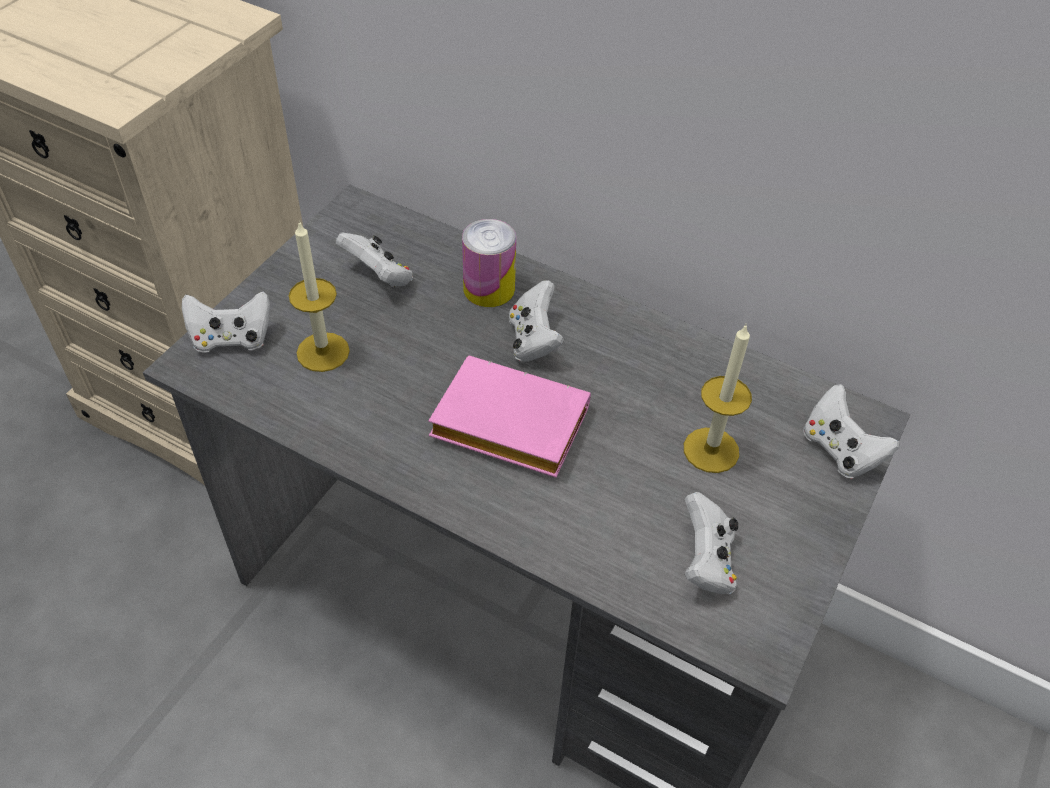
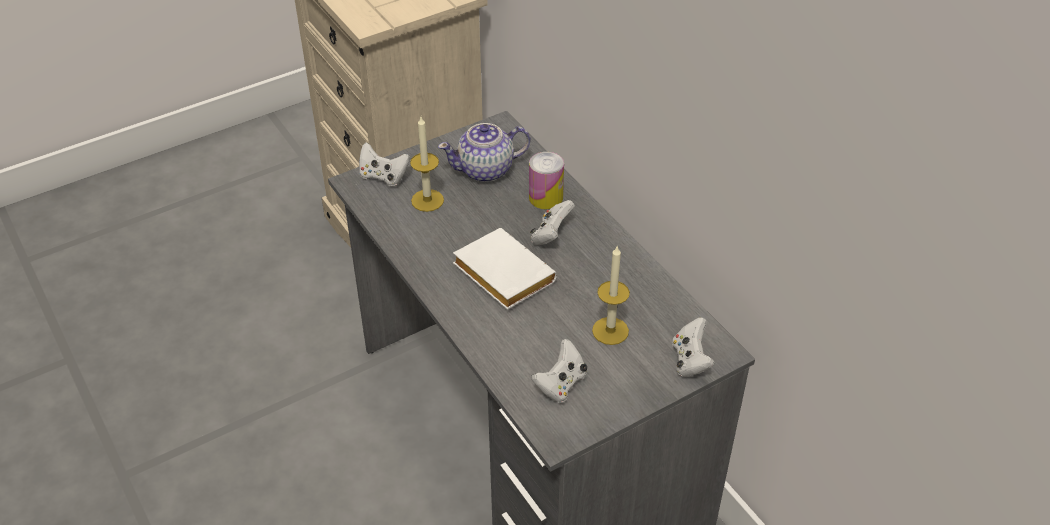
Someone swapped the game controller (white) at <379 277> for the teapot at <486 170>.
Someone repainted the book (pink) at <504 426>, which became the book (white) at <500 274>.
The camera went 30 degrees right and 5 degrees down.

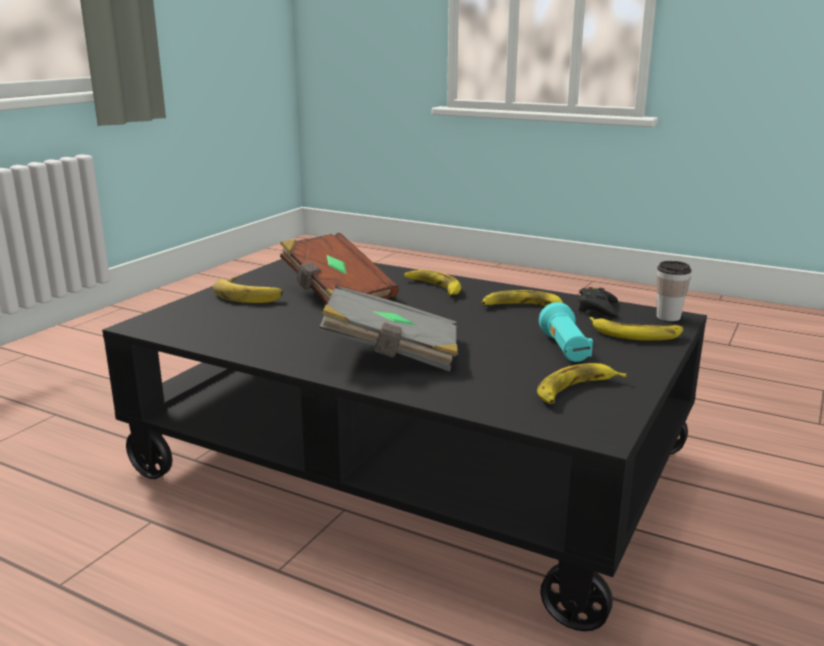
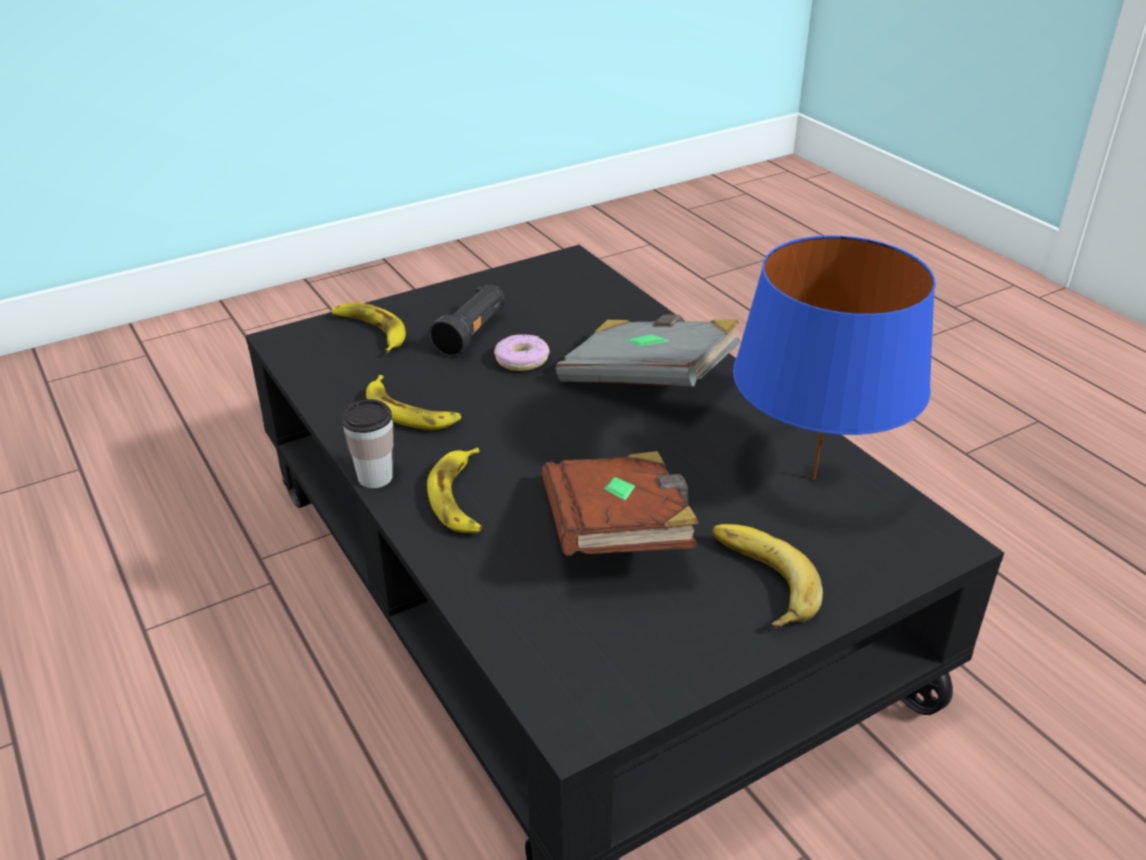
Someone took away the banana at <575 390>.
Someone took away the game controller (black) at <597 308>.
Someone put down the donut at <521 360>.
Someone put down the table lamp (blue) at <813 478>.
Someone carried the cup from <668 317> to <375 477>.
Someone repainted the flashlight (turquoise) at <565 350>, which became the flashlight (black) at <472 334>.
The camera went 150 degrees left and 15 degrees up.

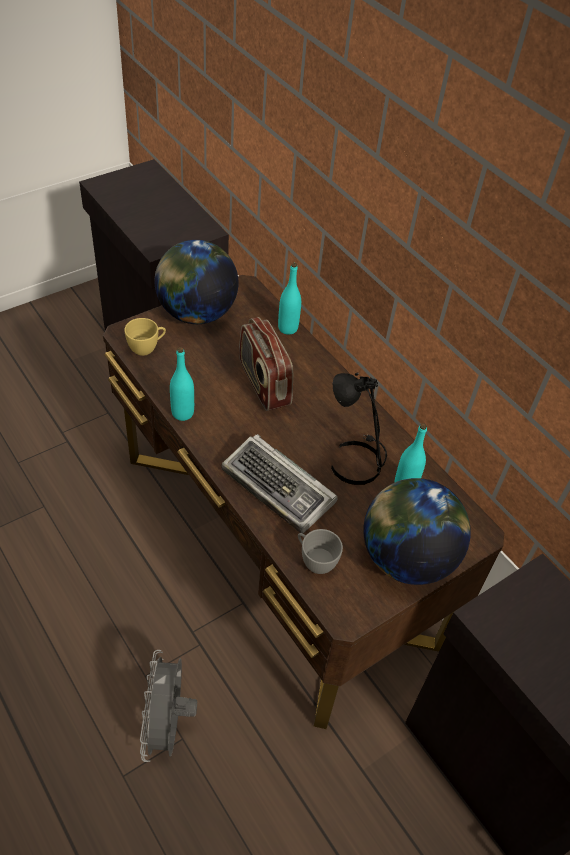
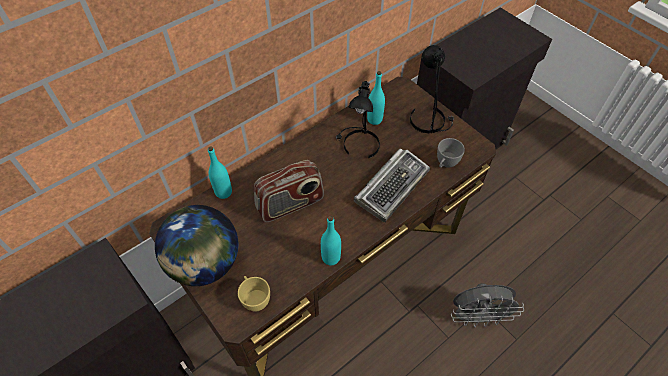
Someone swapped the globe at <406 558> for the table lamp (black) at <429 119>.
The camera went 90 degrees left and 5 degrees up.

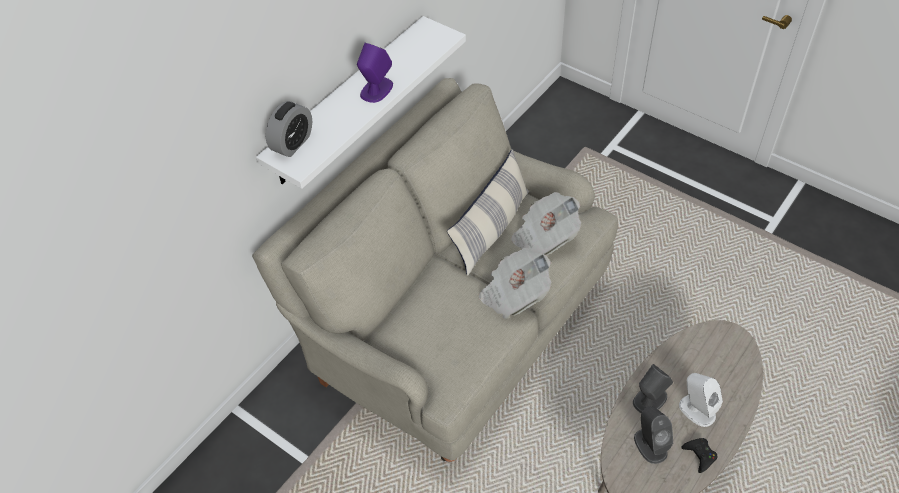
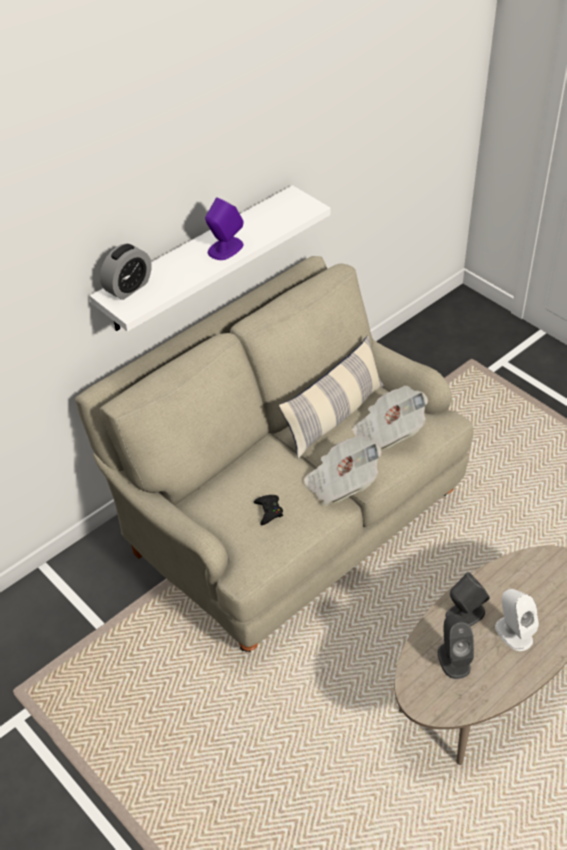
Someone carried the game controller (black) from <700 455> to <269 511>.
The camera went 10 degrees right and 5 degrees down.

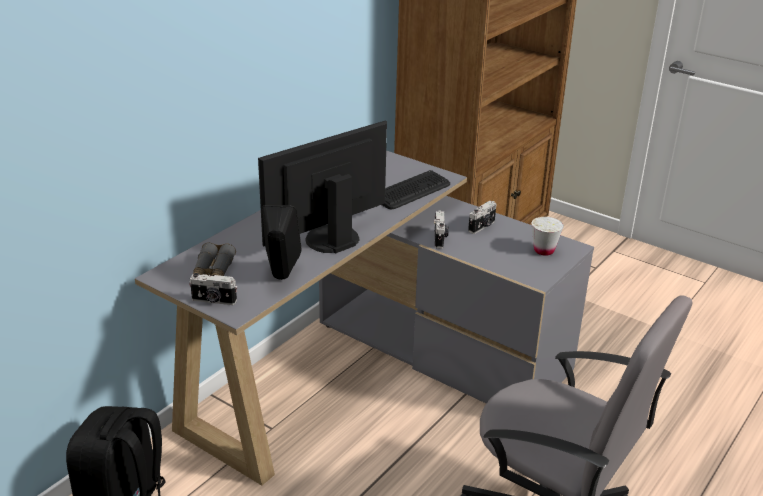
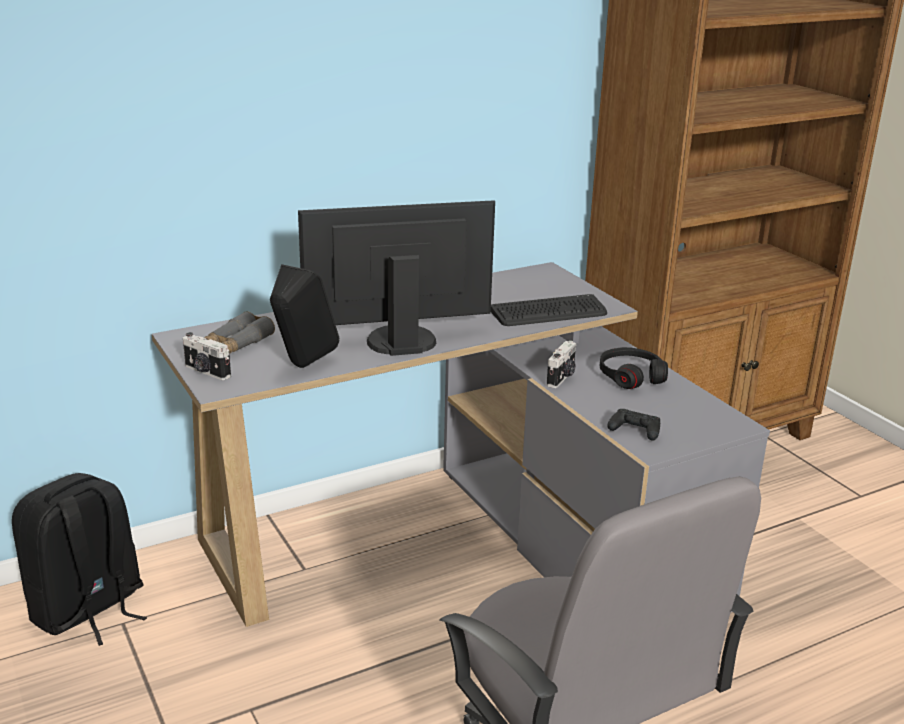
Someone took away the cup (white) at <544 250>.
Someone put down the game controller (black) at <635 430>.
Someone swapped the photo camera at <482 227> for the headphones (black) at <631 376>.
The camera went 25 degrees right and 5 degrees down.

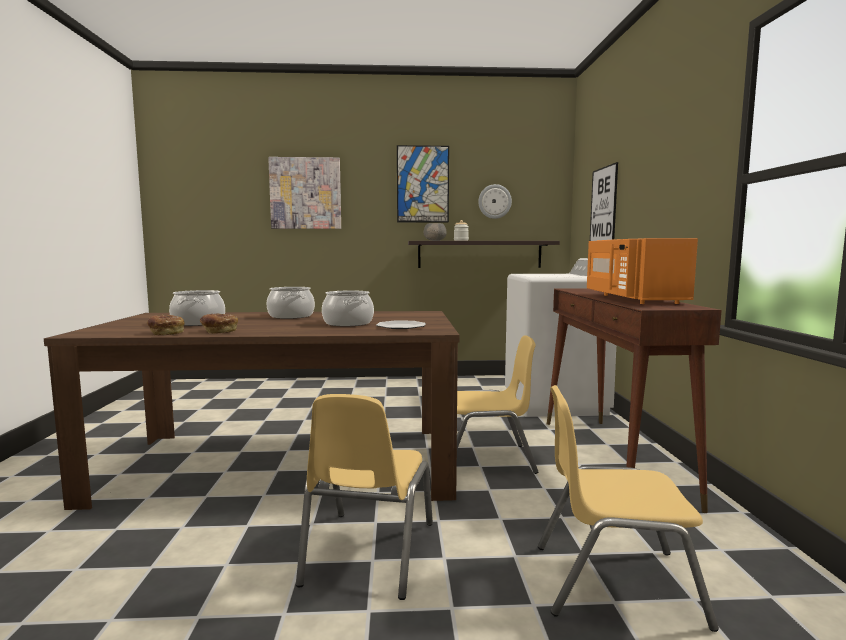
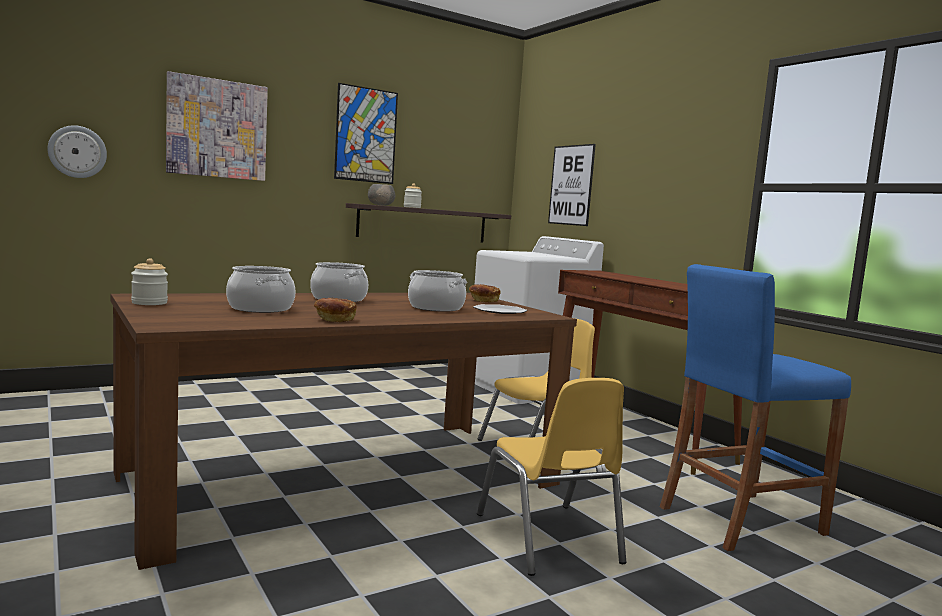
Someone took away the microwave (orange) at <632 299>.
Someone put down the jar at <149 303>.
Someone carried the bread from <166 333> to <483 300>.
Someone carried the wall clock from <494 201> to <77 152>.
Someone swapped the chair (yellow) at <614 582> for the stool (blue) at <740 520>.
The camera went 30 degrees left and 0 degrees up.

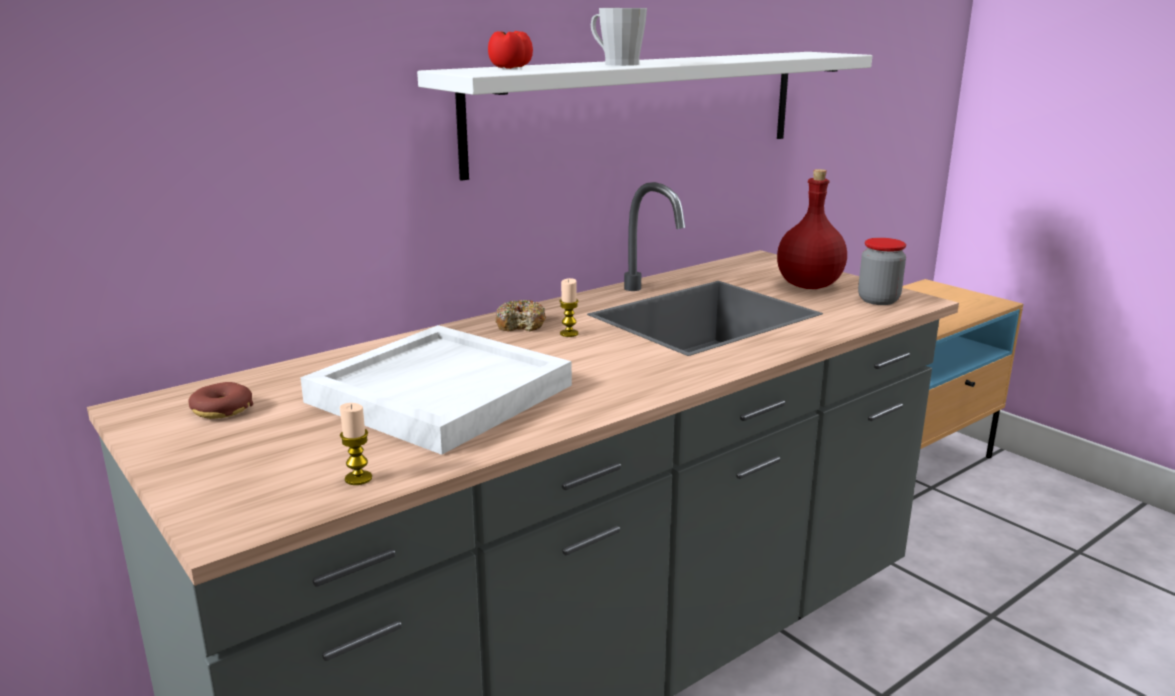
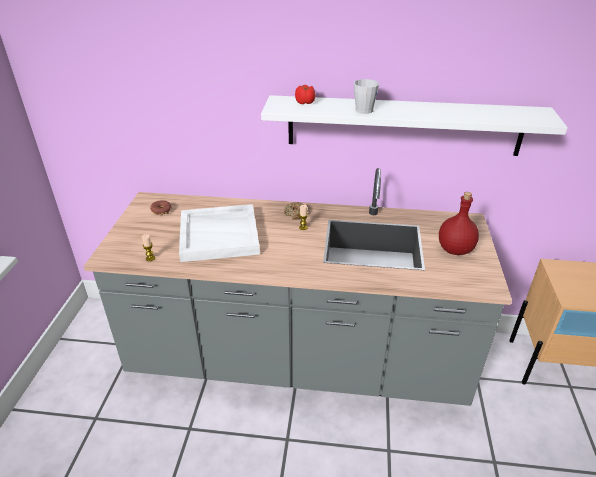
Someone took away the jar at <878 300>.
The camera went 45 degrees right and 15 degrees up.

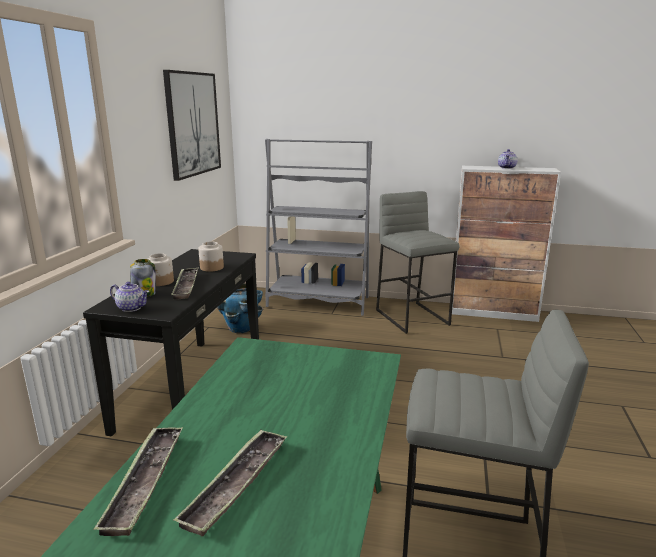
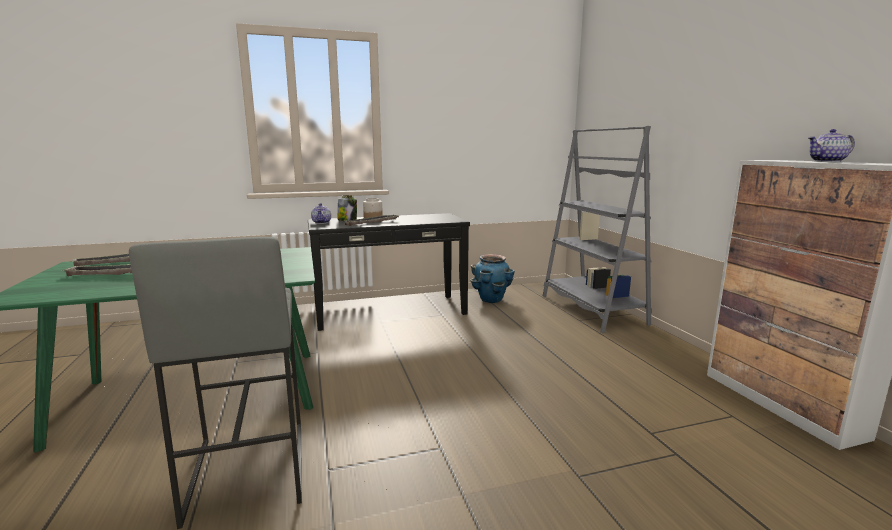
Someone took away the picture at <193 124>.
Someone took away the jar at <211 267>.
Someone took away the stool (grey) at <413 317>.
The camera went 60 degrees right and 5 degrees down.

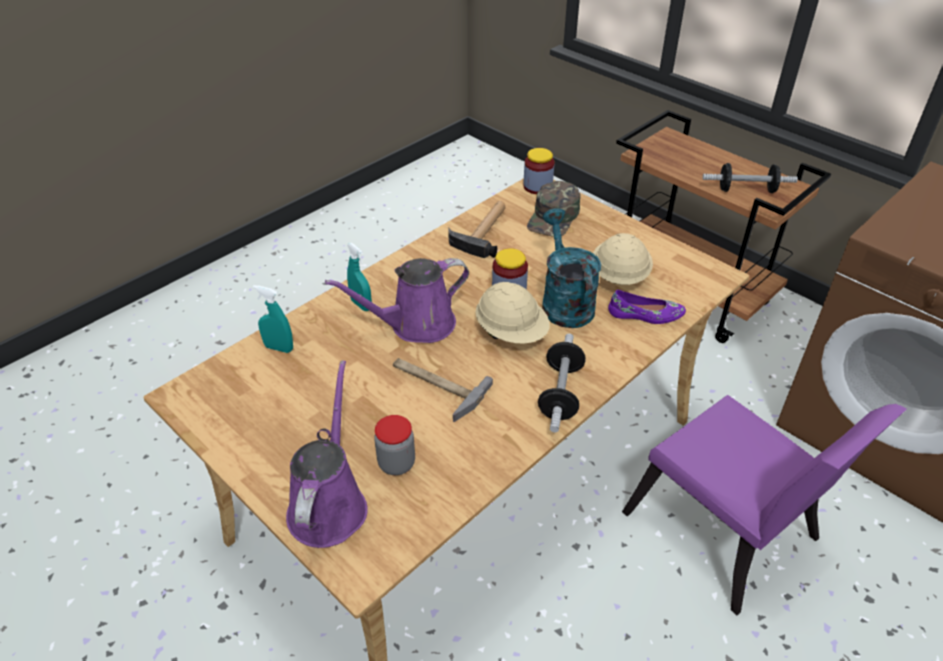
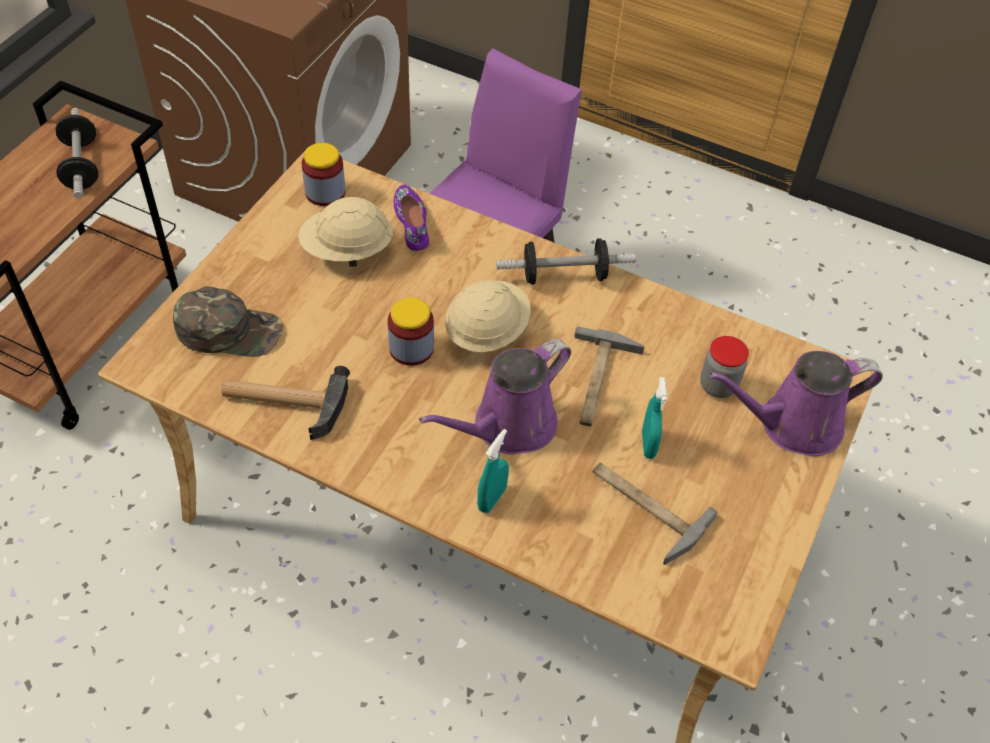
Someone took away the watering can (turquoise) at <564 301>.
Someone put down the hammer at <643 507>.
Someone carried the spray bottle (turquoise) from <279 348> to <648 444>.
Someone carried the jar from <537 186> to <325 192>.
Someone rotated the watering can (purple) at <416 325> by 90 degrees clockwise.
The camera went 110 degrees left and 10 degrees up.

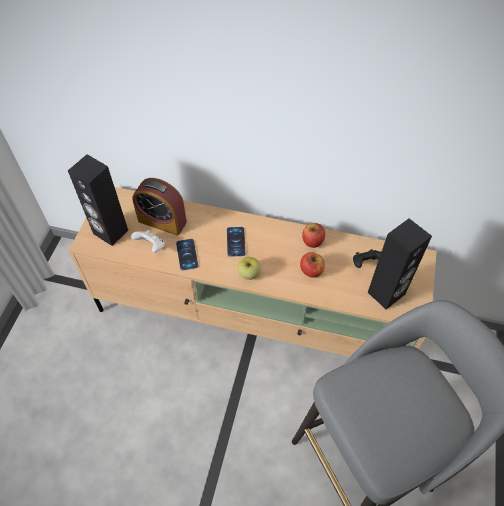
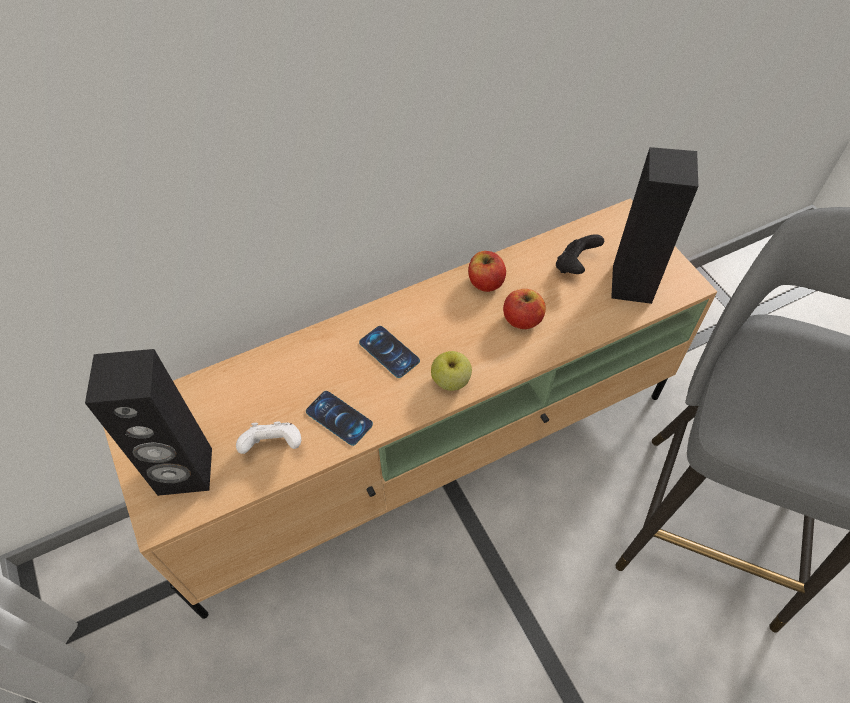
Someone took away the alarm clock at <162 221>.
The camera went 40 degrees left and 0 degrees up.

